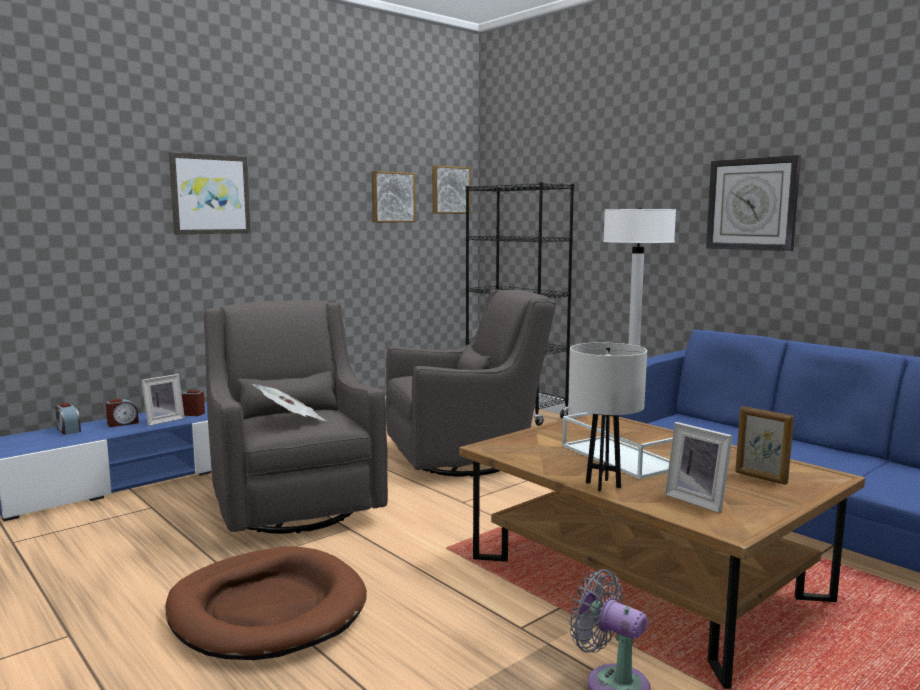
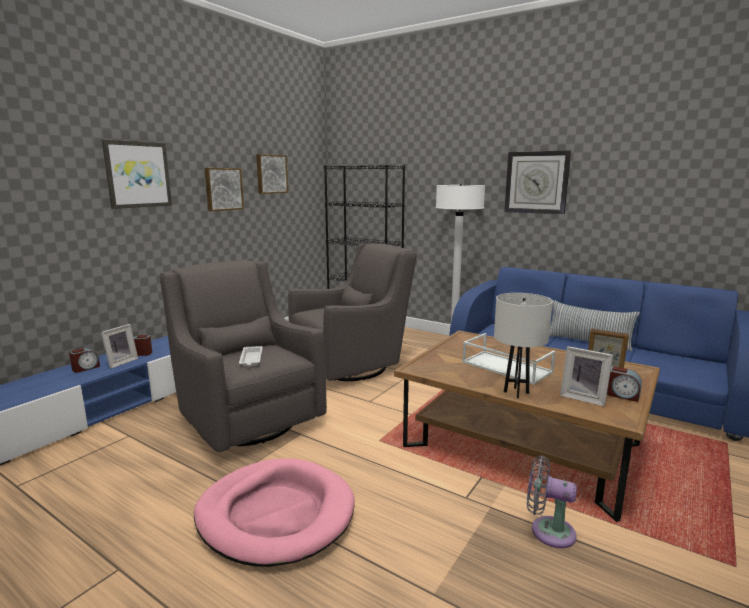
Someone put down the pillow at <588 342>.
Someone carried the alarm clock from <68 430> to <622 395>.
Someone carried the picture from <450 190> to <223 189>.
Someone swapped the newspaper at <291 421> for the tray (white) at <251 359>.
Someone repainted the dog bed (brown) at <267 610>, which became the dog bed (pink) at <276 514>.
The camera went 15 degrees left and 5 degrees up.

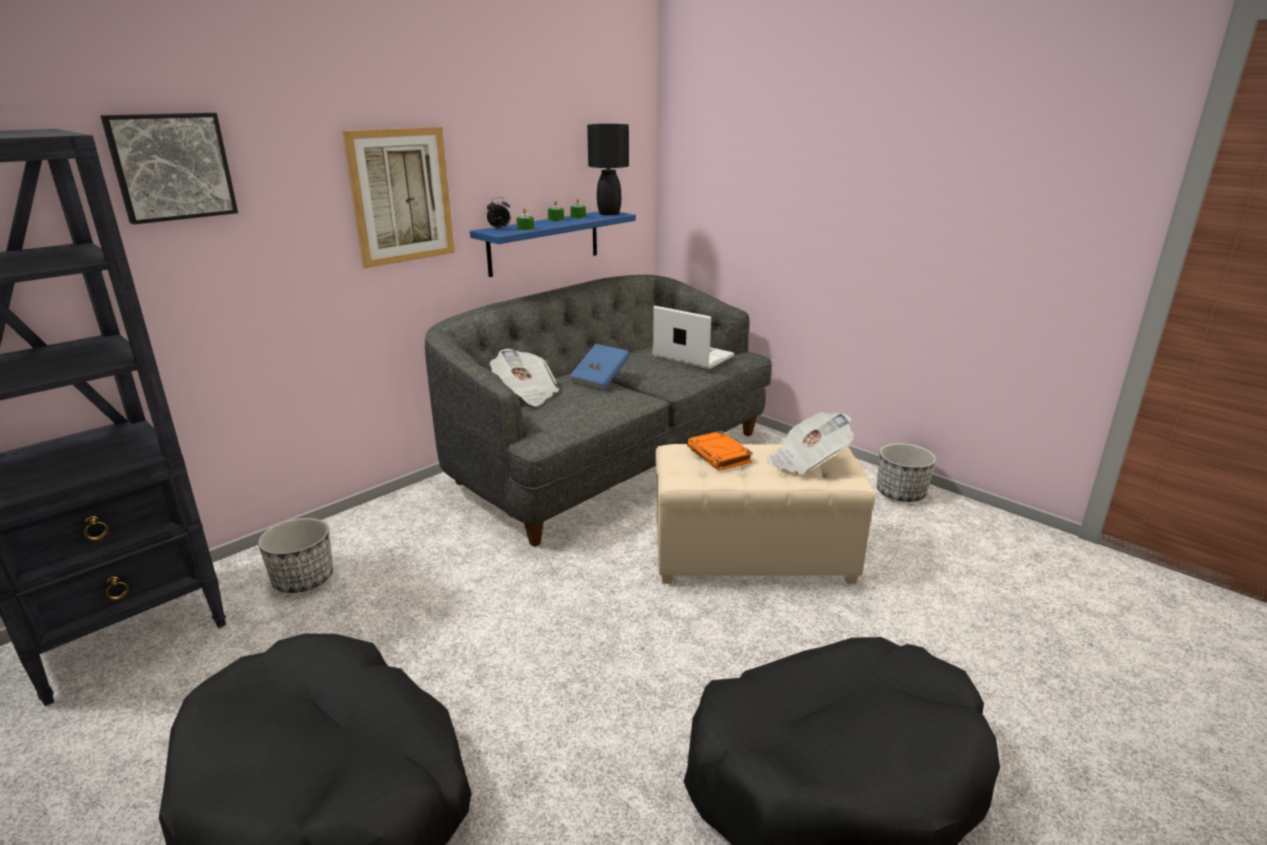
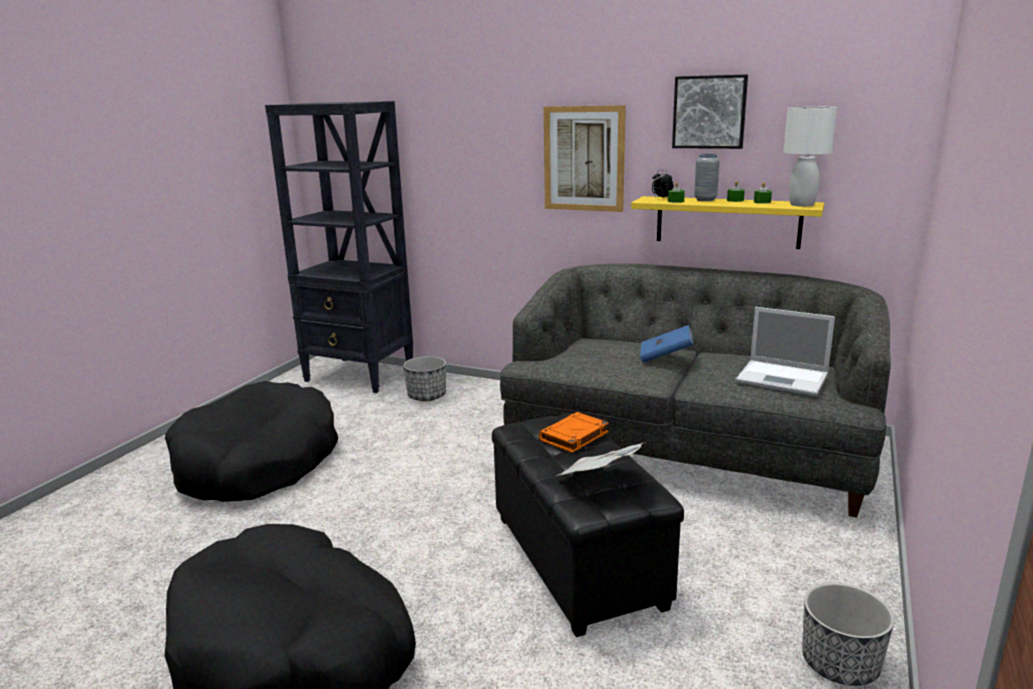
Someone took away the newspaper at <525 394>.
Someone put down the vase (grey) at <705 200>.
Someone carried the picture from <171 167> to <709 112>.
Someone repainted the shelf (blue) at <544 242>, which became the shelf (yellow) at <727 222>.
Someone repainted the table lamp (black) at <608 213>, which became the table lamp (white) at <801 204>.
Someone repainted the ottoman (beige) at <752 558>, which became the ottoman (black) at <578 561>.
Someone rotated the laptop at <691 356> by 105 degrees clockwise.
The camera went 70 degrees right and 5 degrees down.

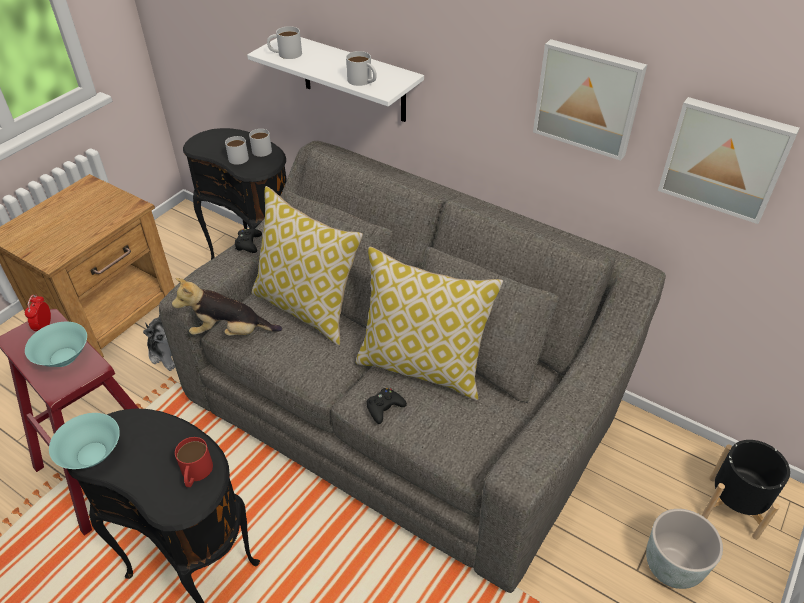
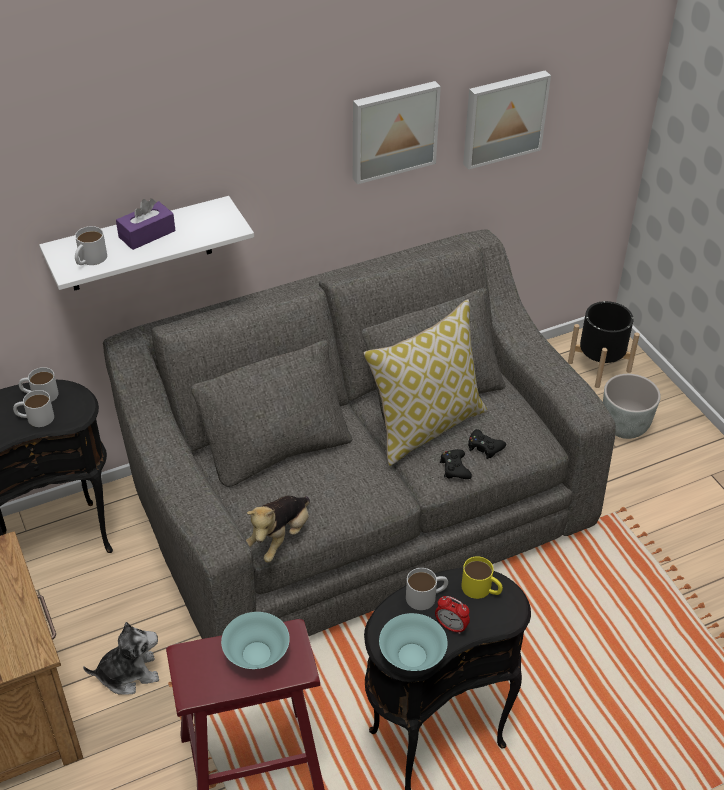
Someone took away the pillow at <308 307>.
Someone put down the tissue box (purple) at <147 234>.
Someone carried the alarm clock from <44 326> to <451 626>.
Someone carried the game controller (black) from <248 244> to <484 447>.
Someone carried the mug (white) from <363 81> to <426 596>.
Someone repainted the mug (red) at <195 473>, which became the mug (yellow) at <481 589>.
The camera went 60 degrees left and 0 degrees up.

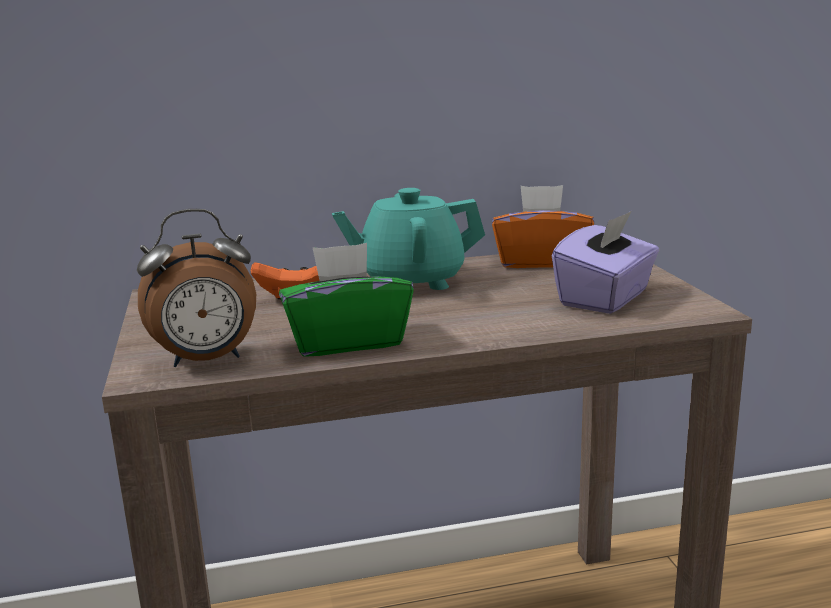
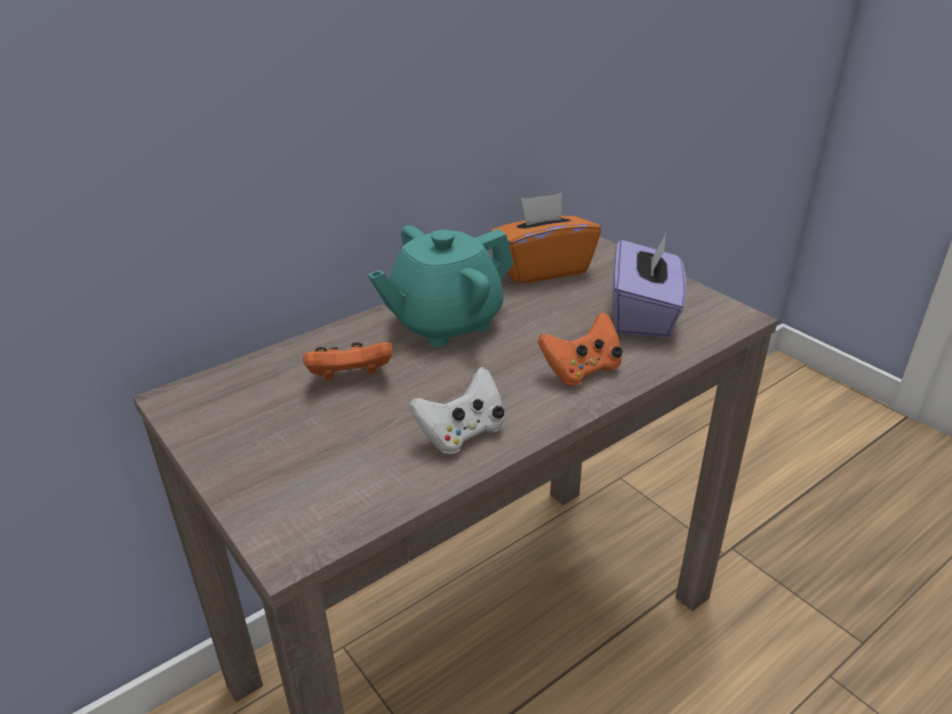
Someone took away the alarm clock at <206 361>.
Someone put down the game controller (orange) at <582 370>.
Someone swapped the tissue box (green) at <347 341> for the game controller (white) at <462 434>.
The camera went 25 degrees left and 15 degrees up.

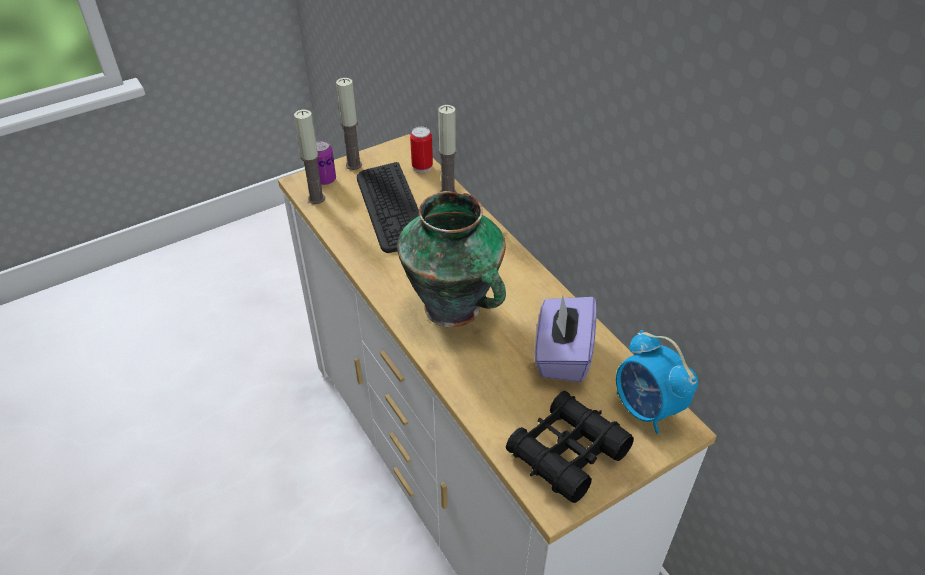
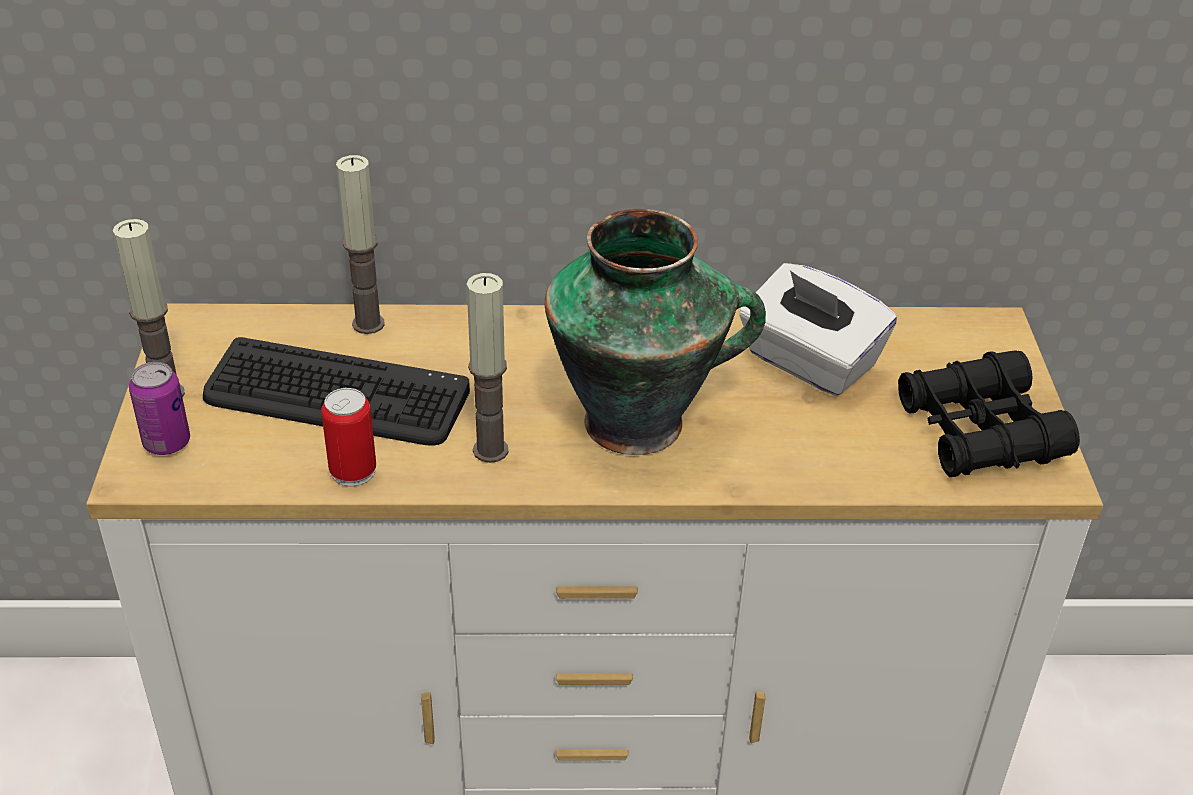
Someone took away the alarm clock at <646 409>.
Someone carried the candle from <316 198> to <490 450>.
Someone carried the can from <422 166> to <353 471>.
Someone repainted the tissue box (purple) at <562 355>, which became the tissue box (white) at <809 362>.
The camera went 60 degrees left and 5 degrees down.

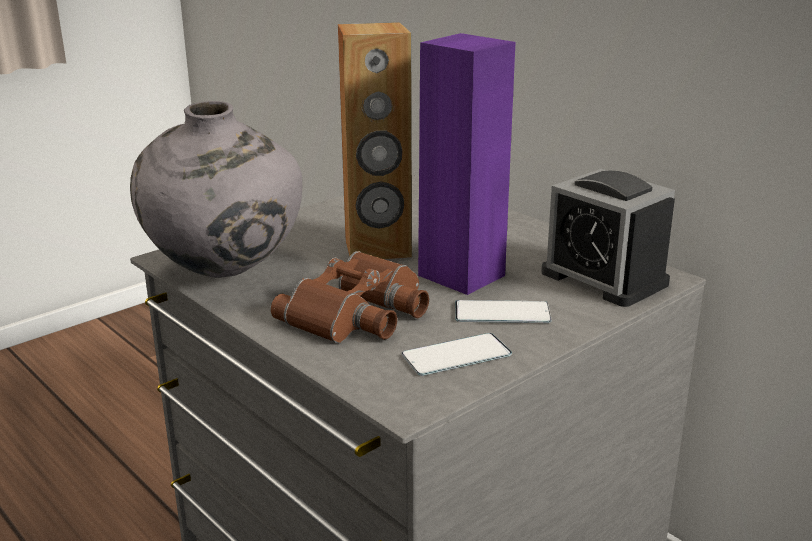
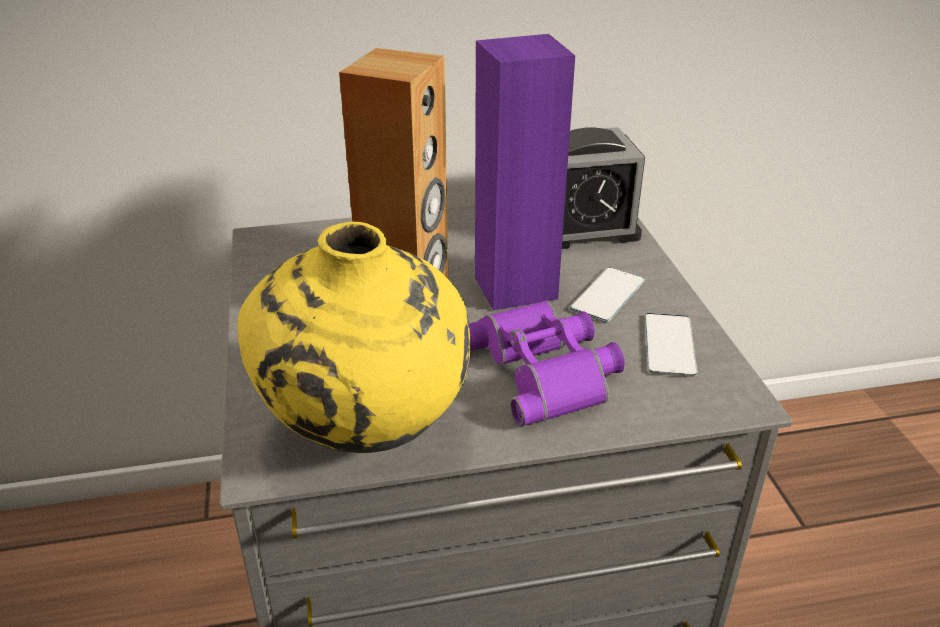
Someone repainted the vase (grey) at <226 274>, which became the vase (yellow) at <367 432>.
Someone repainted the binoculars (brown) at <360 313>, which became the binoculars (purple) at <547 369>.
The camera went 60 degrees left and 10 degrees up.

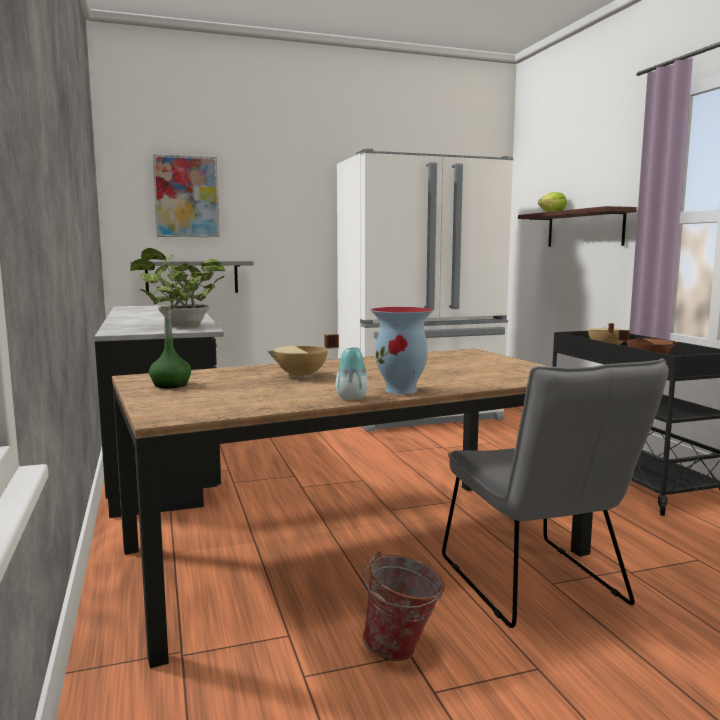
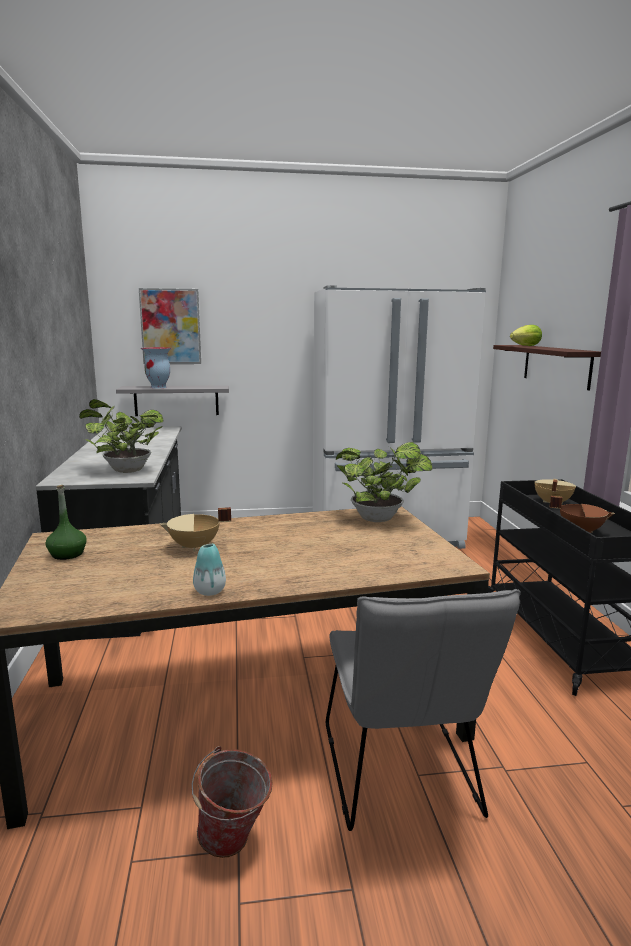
Someone put down the potted plant at <380 519>.
Someone carried the vase from <402 390> to <159 387>.
The camera went 10 degrees right and 5 degrees up.

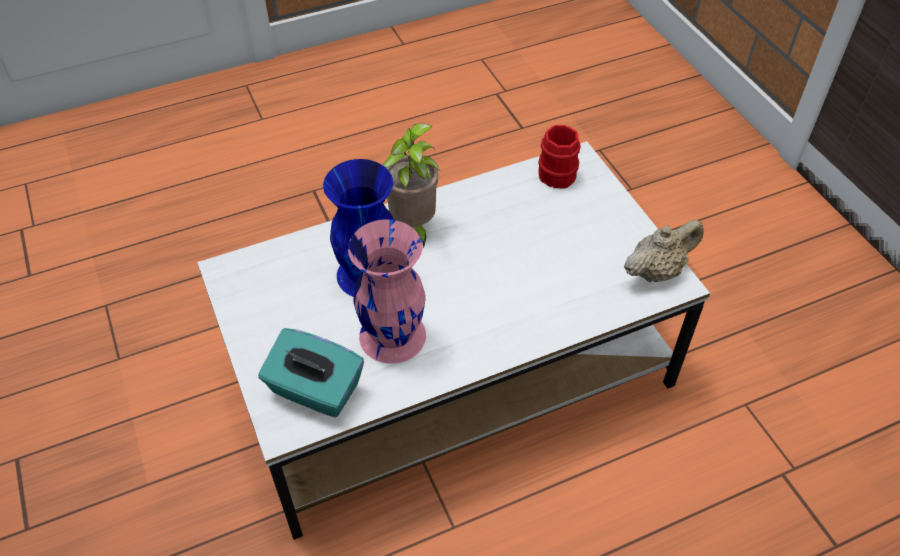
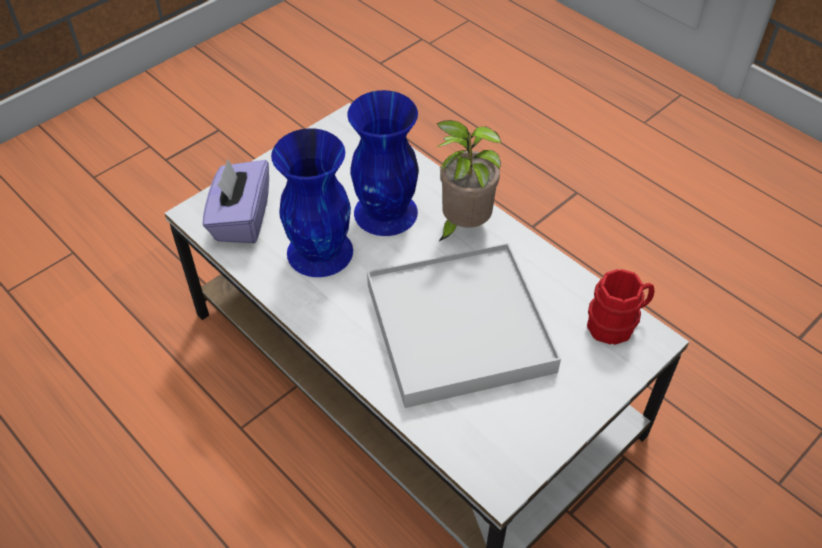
Someone took away the teapot (beige) at <657 271>.
Someone put down the tray (white) at <459 327>.
Someone repainted the tissue box (turquoise) at <315 390>, which became the tissue box (purple) at <241 219>.
Someone repainted the vase (pink) at <393 334>, which became the vase (blue) at <321 251>.
The camera went 70 degrees right and 0 degrees up.

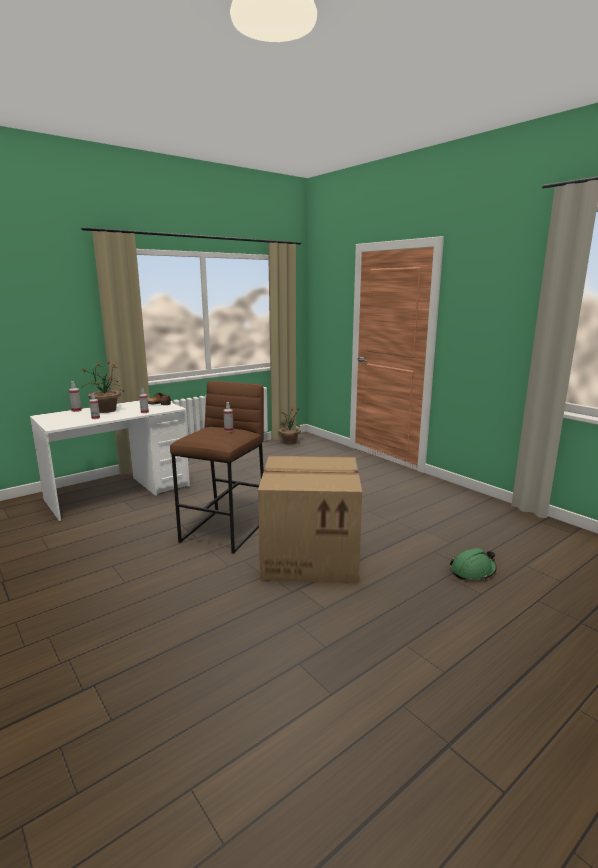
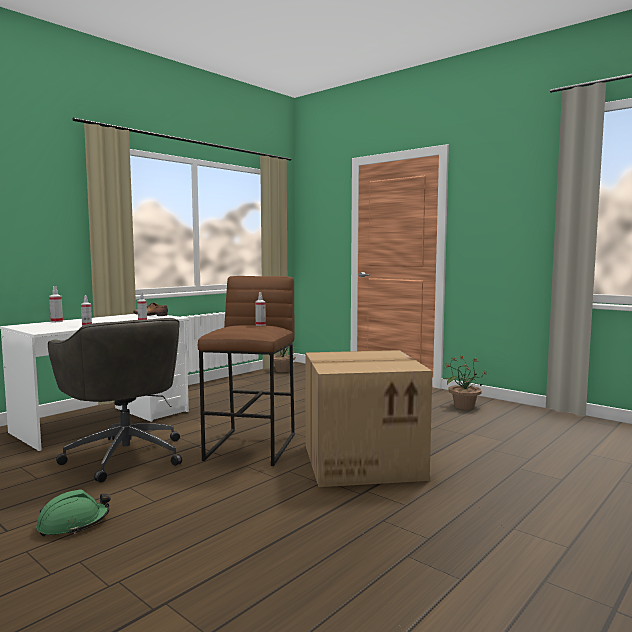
Someone put down the office chair (grey) at <125 455>.
Someone carried the potted plant from <106 410> to <463 406>.
Someone carried the hard hat (green) from <473 571> to <73 524>.
The camera went 10 degrees left and 10 degrees down.

